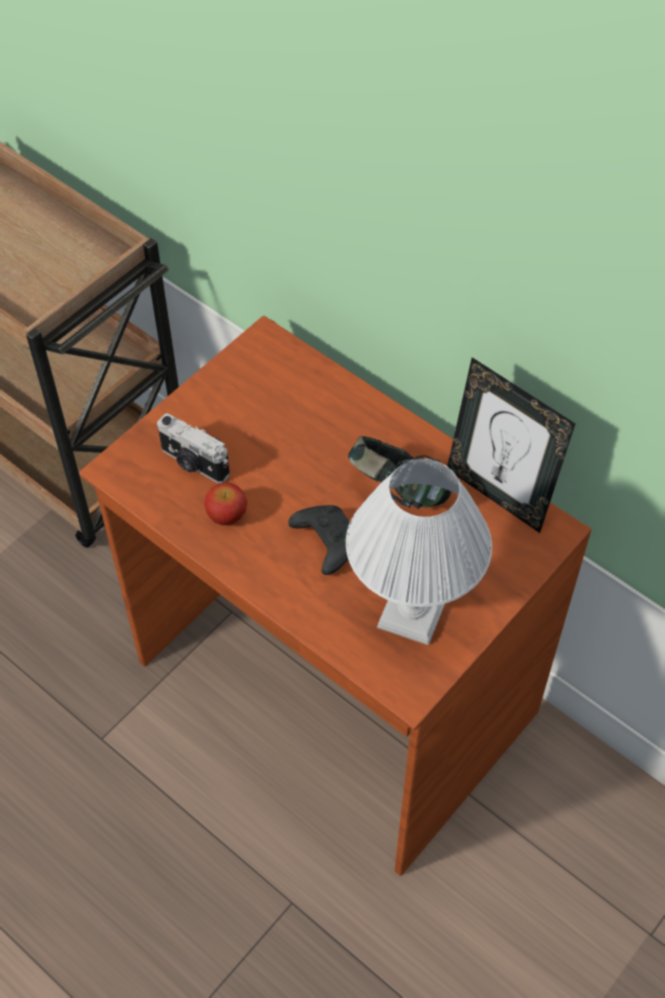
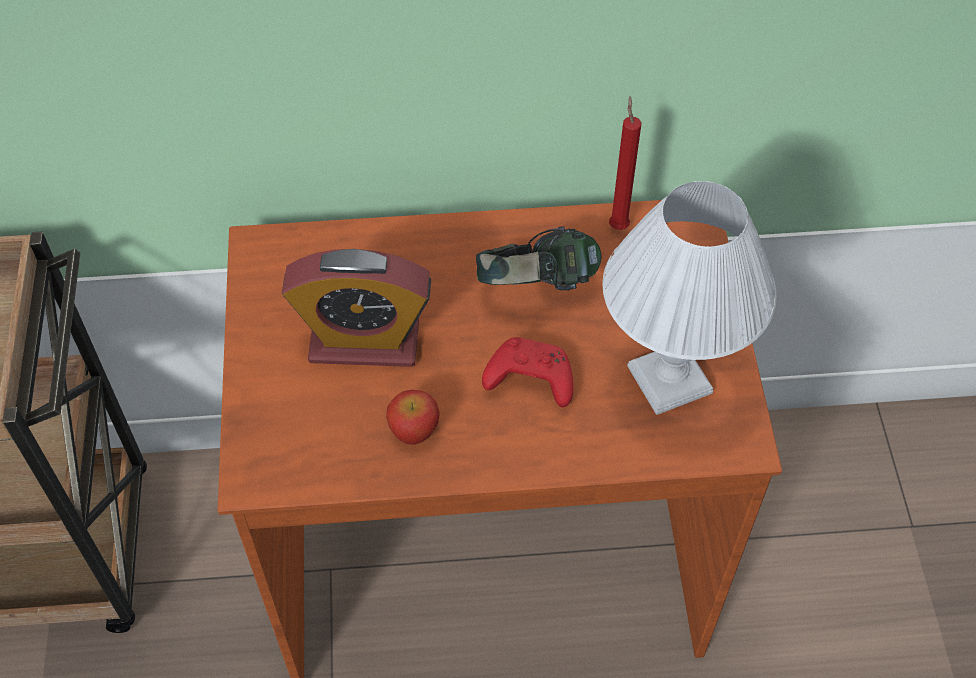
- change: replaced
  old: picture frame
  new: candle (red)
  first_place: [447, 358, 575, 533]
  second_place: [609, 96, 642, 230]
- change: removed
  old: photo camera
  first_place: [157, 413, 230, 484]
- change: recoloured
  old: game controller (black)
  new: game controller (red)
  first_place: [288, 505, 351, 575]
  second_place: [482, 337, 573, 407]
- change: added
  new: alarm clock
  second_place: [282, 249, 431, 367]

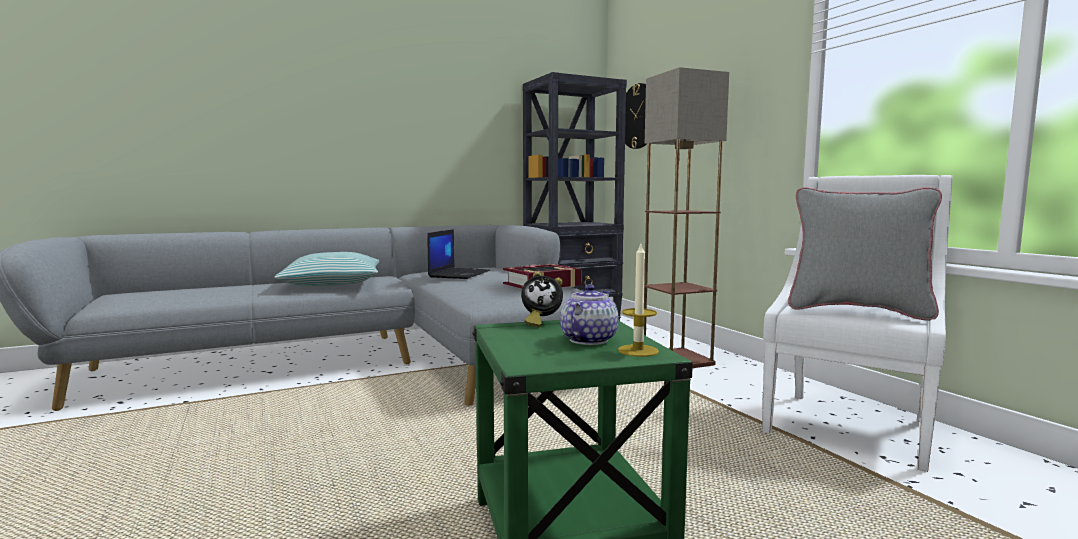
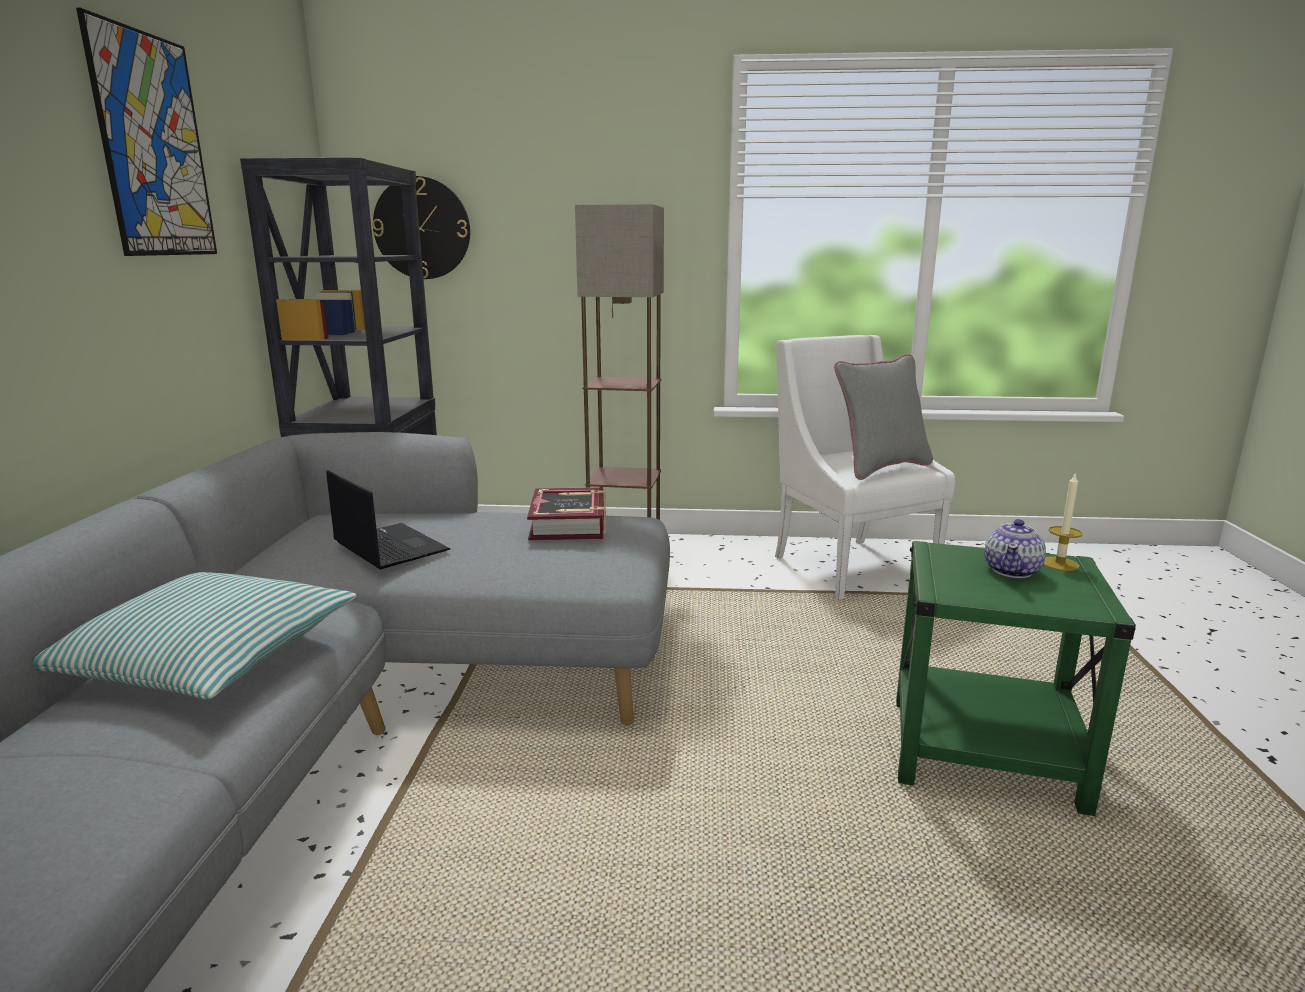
- change: removed
  old: alarm clock
  first_place: [521, 271, 563, 327]
- change: turned
  old: teapot
  first_place: [560, 284, 618, 345]
  second_place: [985, 519, 1046, 578]
  degrees: -120
- change: added
  new: picture
  second_place: [76, 8, 217, 256]

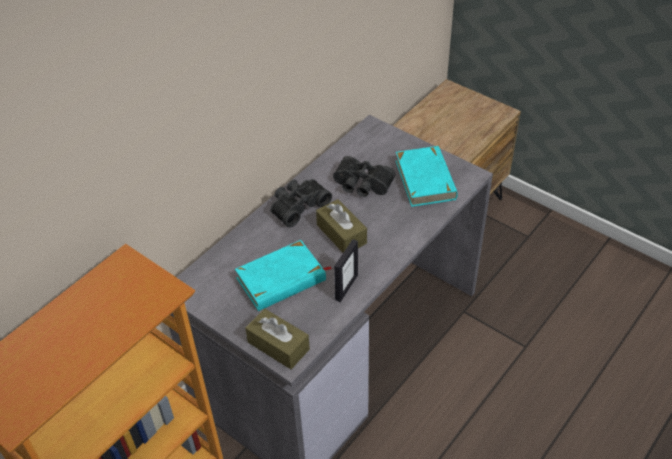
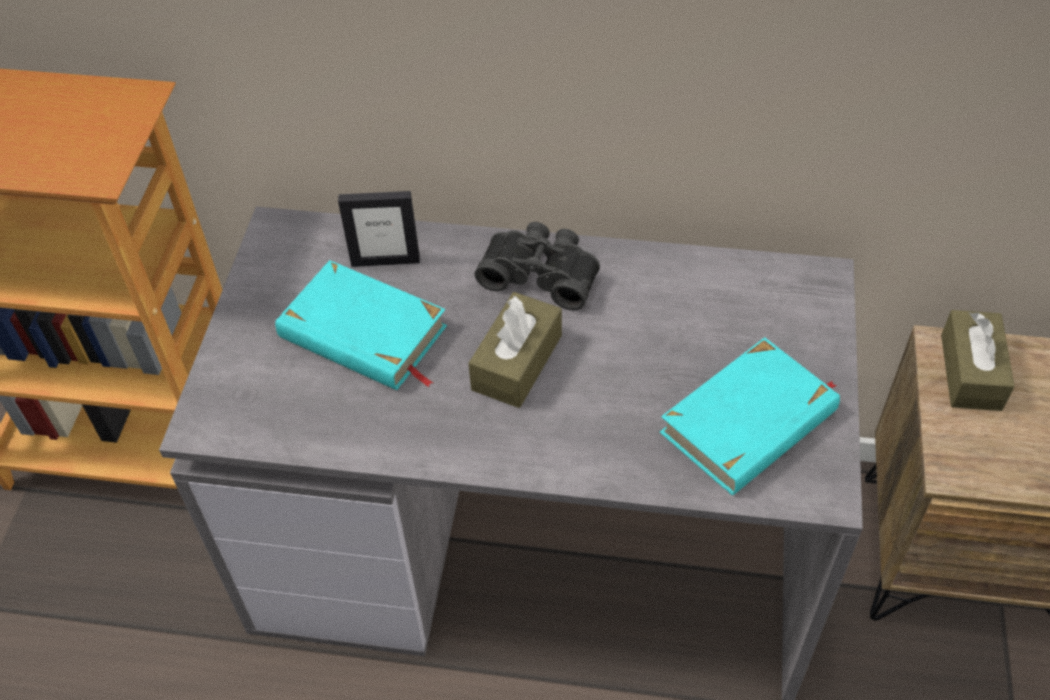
- change: removed
  old: binoculars (black)
  first_place: [333, 156, 396, 197]
- change: moved
  old: picture frame
  first_place: [334, 239, 358, 302]
  second_place: [338, 191, 420, 267]
- change: moved
  old: tissue box (brown)
  first_place: [245, 309, 310, 369]
  second_place: [941, 310, 1015, 411]

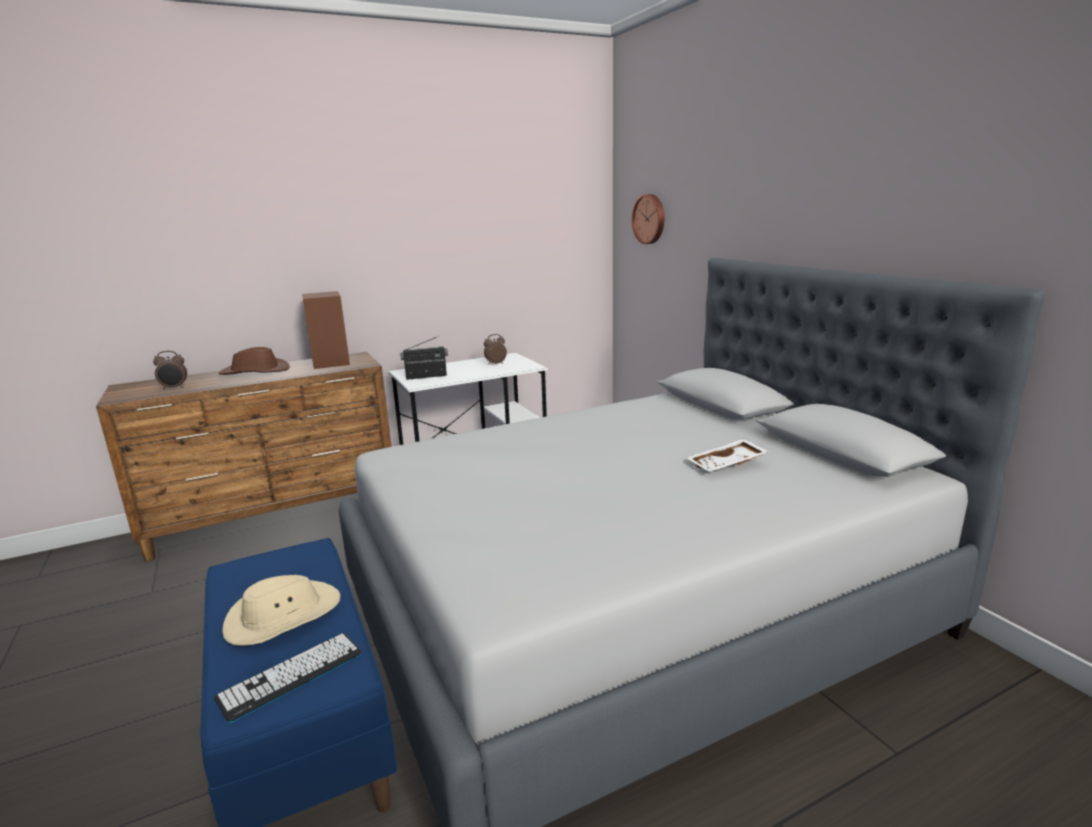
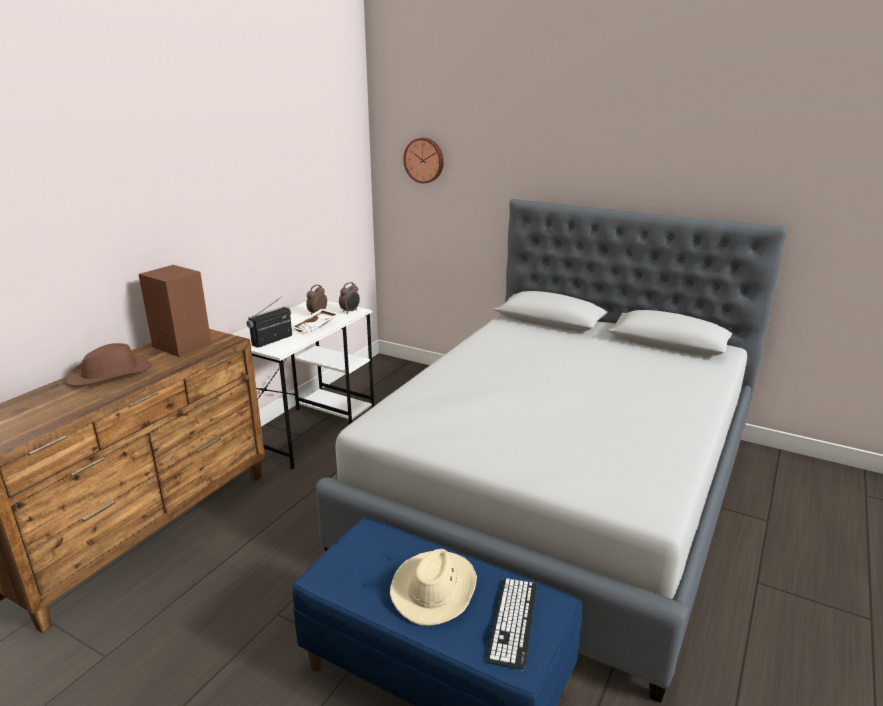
- change: moved
  old: alarm clock
  first_place: [153, 351, 187, 390]
  second_place: [339, 282, 360, 314]
- change: moved
  old: tray (white)
  first_place: [687, 439, 769, 472]
  second_place: [291, 309, 340, 332]

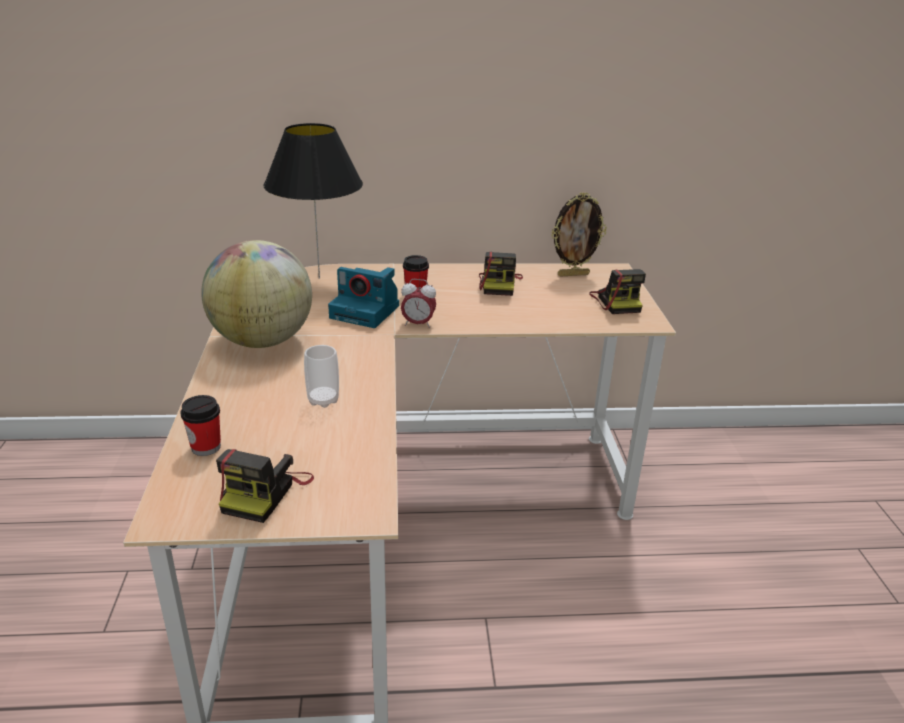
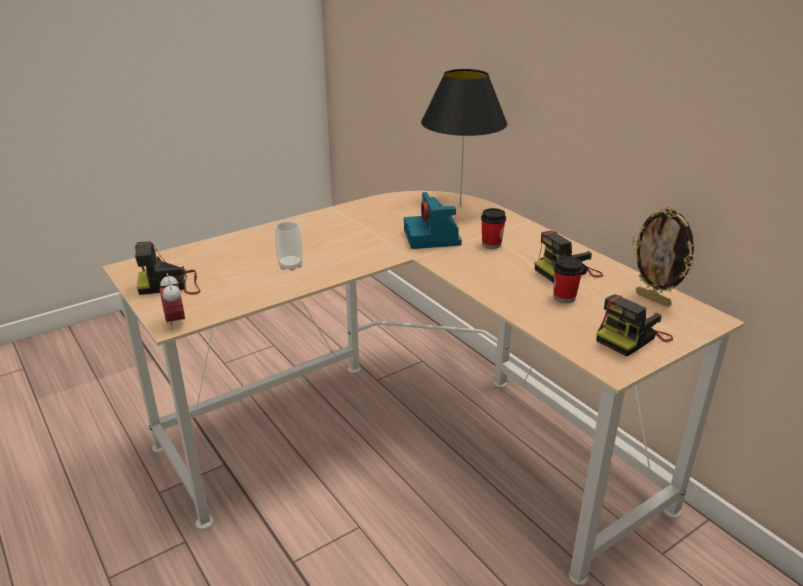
- change: removed
  old: globe
  first_place: [201, 240, 312, 348]
- change: moved
  old: alarm clock
  first_place: [401, 279, 436, 328]
  second_place: [160, 273, 185, 330]
- change: moved
  old: cup
  first_place: [180, 395, 221, 456]
  second_place: [553, 256, 583, 303]

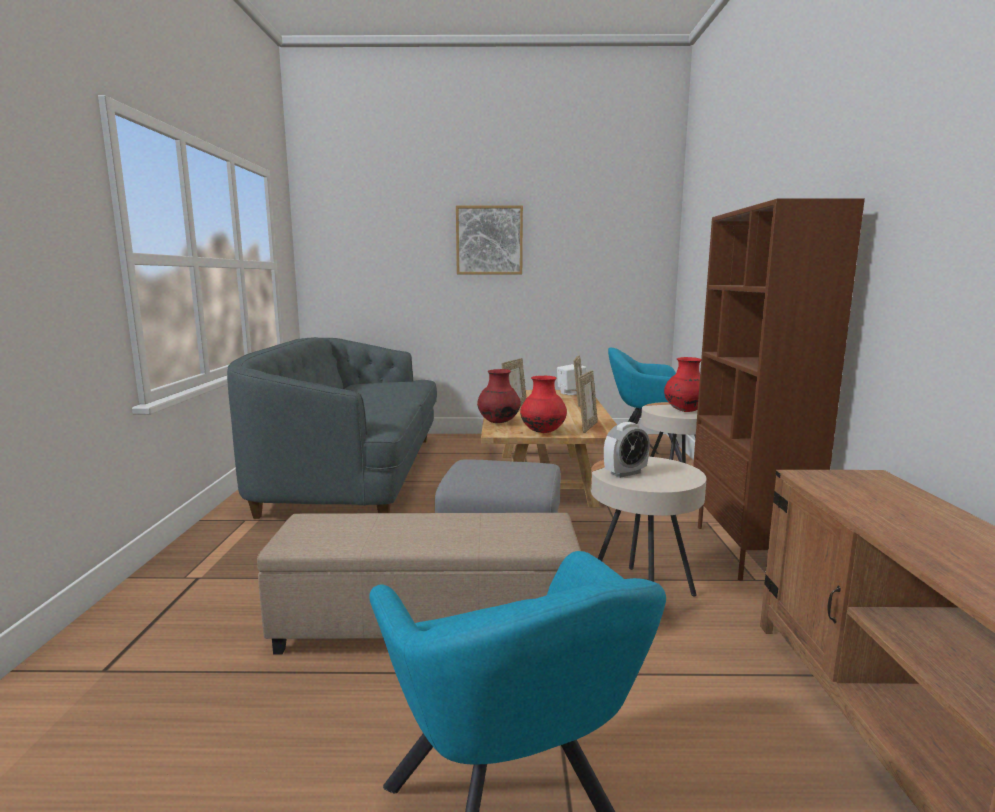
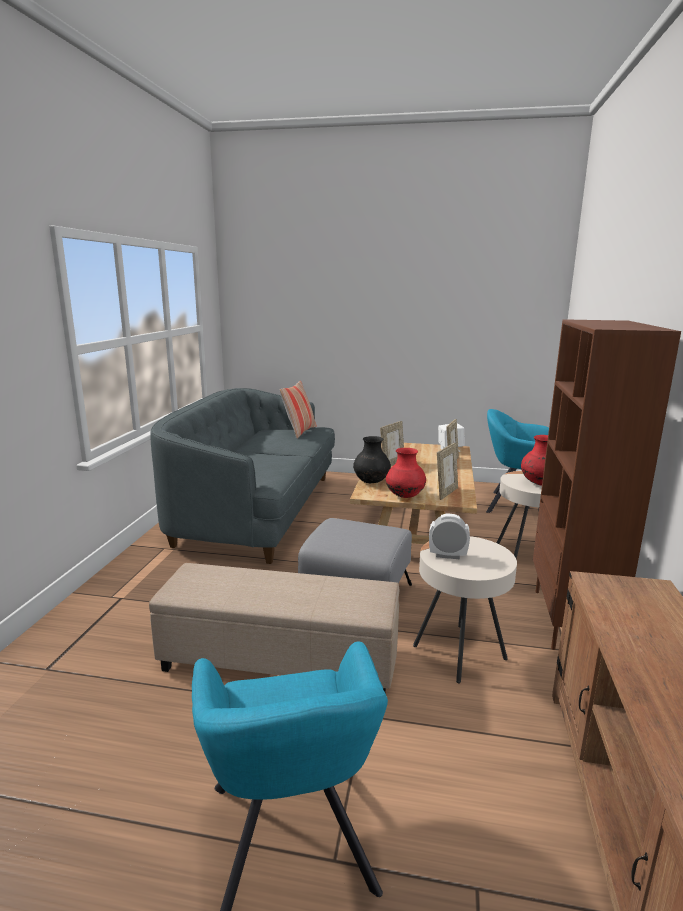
- change: removed
  old: picture
  first_place: [456, 205, 523, 274]
- change: recoloured
  old: vase (red)
  new: vase (black)
  first_place: [477, 369, 521, 423]
  second_place: [353, 436, 391, 483]
- change: turned
  old: alarm clock
  first_place: [604, 422, 650, 478]
  second_place: [429, 514, 470, 559]
  degrees: -150
- change: added
  new: pillow
  second_place: [280, 381, 317, 439]

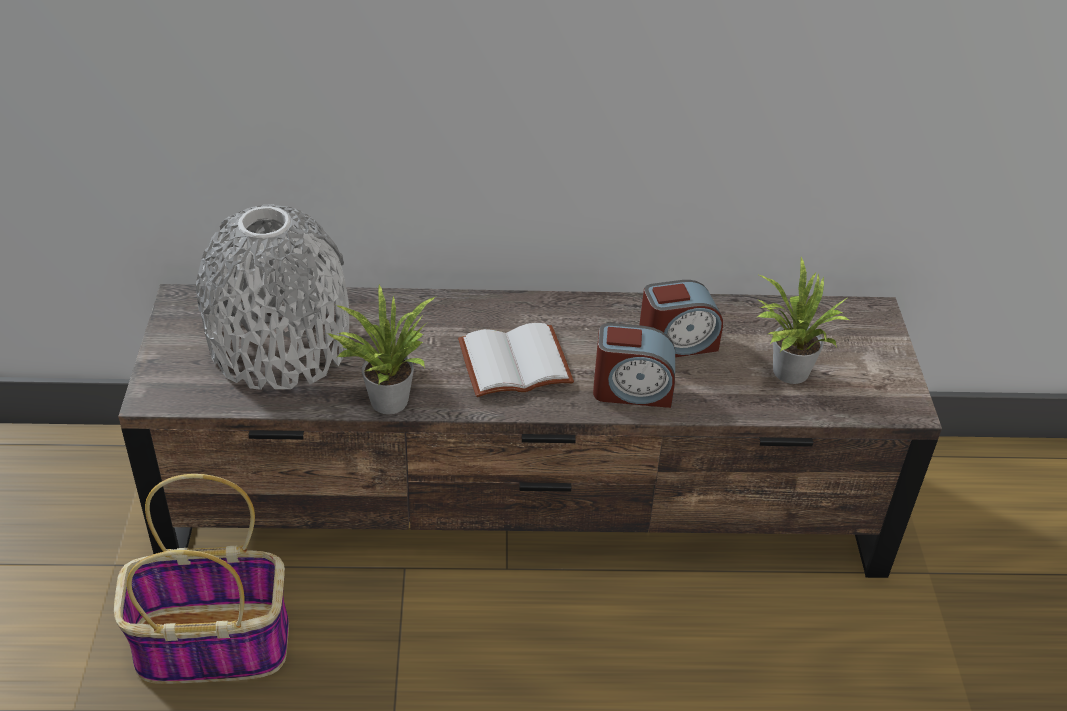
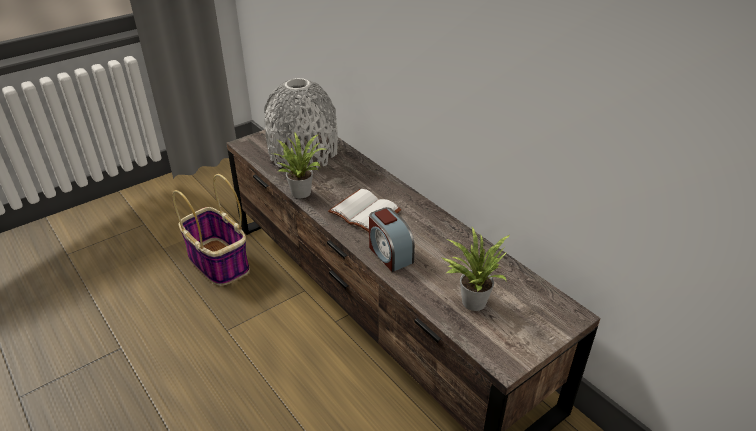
- change: removed
  old: alarm clock
  first_place: [639, 280, 723, 357]

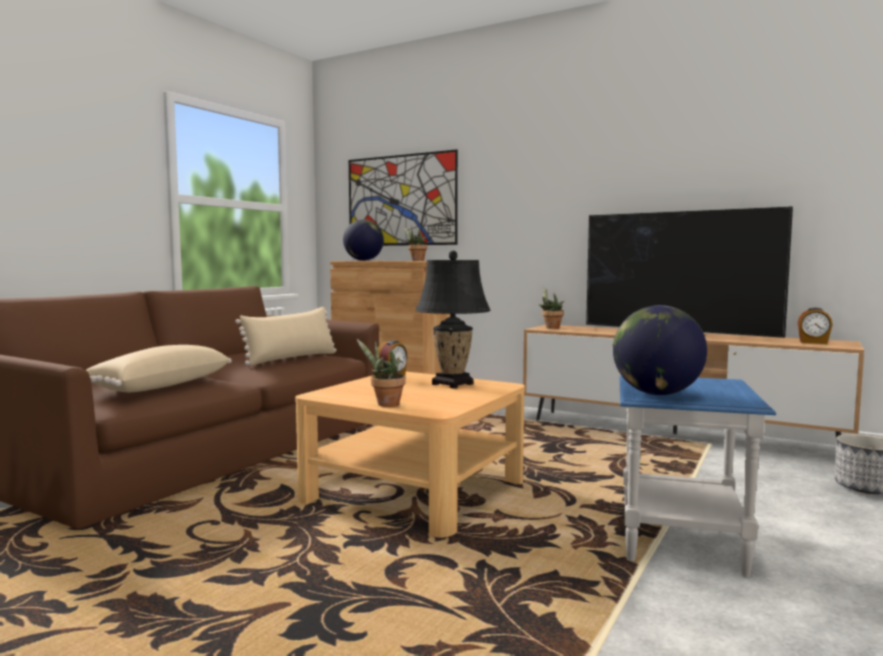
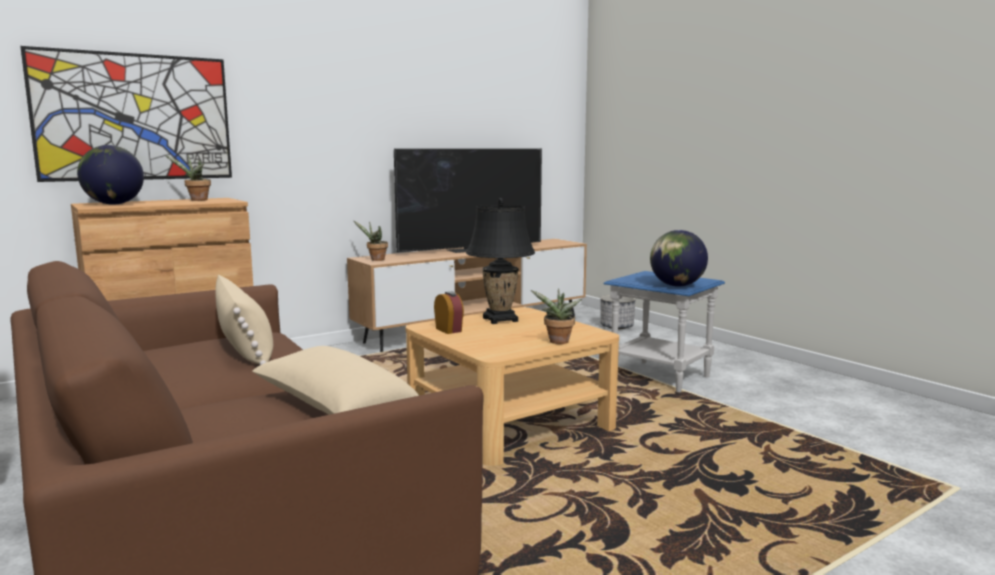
- change: removed
  old: alarm clock
  first_place: [797, 307, 833, 344]

